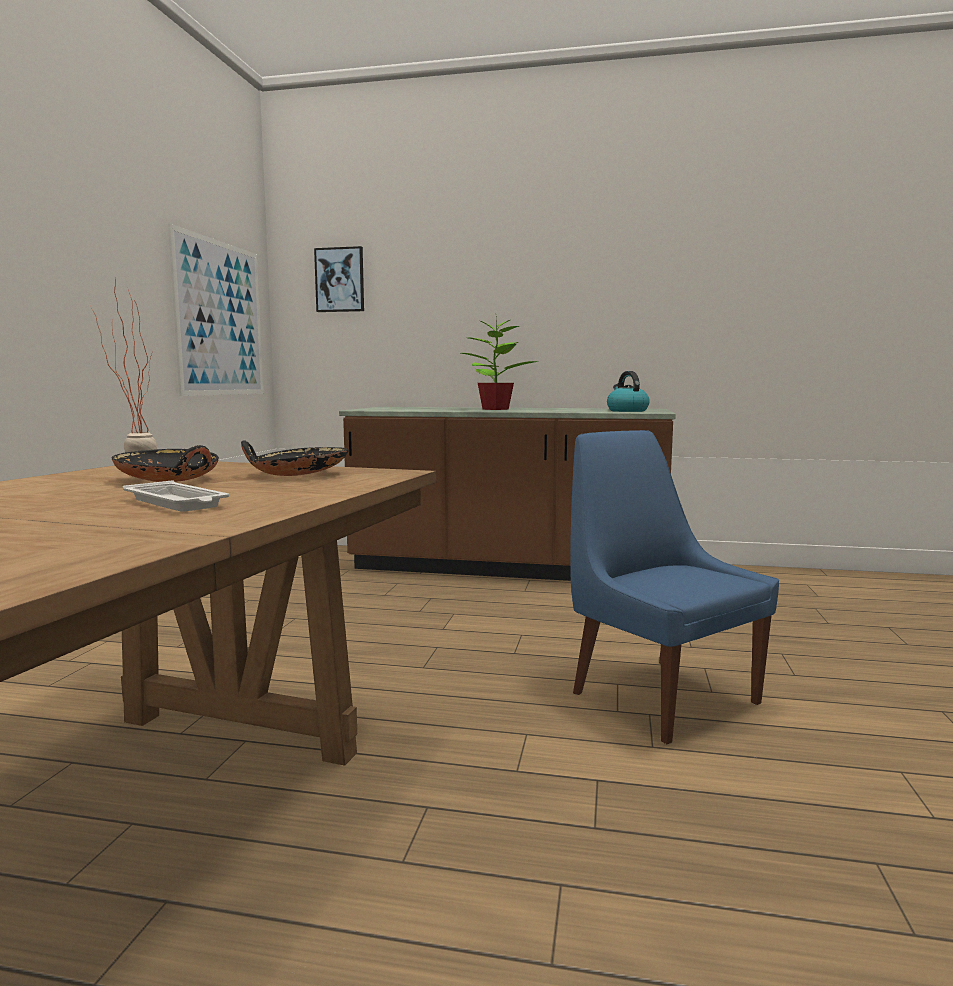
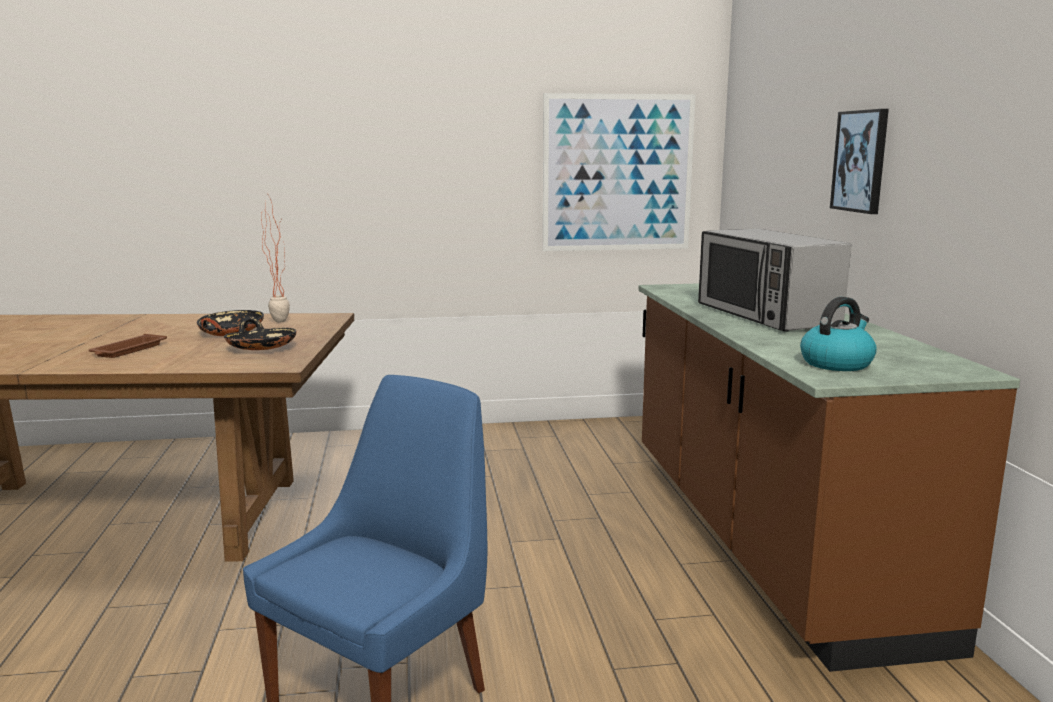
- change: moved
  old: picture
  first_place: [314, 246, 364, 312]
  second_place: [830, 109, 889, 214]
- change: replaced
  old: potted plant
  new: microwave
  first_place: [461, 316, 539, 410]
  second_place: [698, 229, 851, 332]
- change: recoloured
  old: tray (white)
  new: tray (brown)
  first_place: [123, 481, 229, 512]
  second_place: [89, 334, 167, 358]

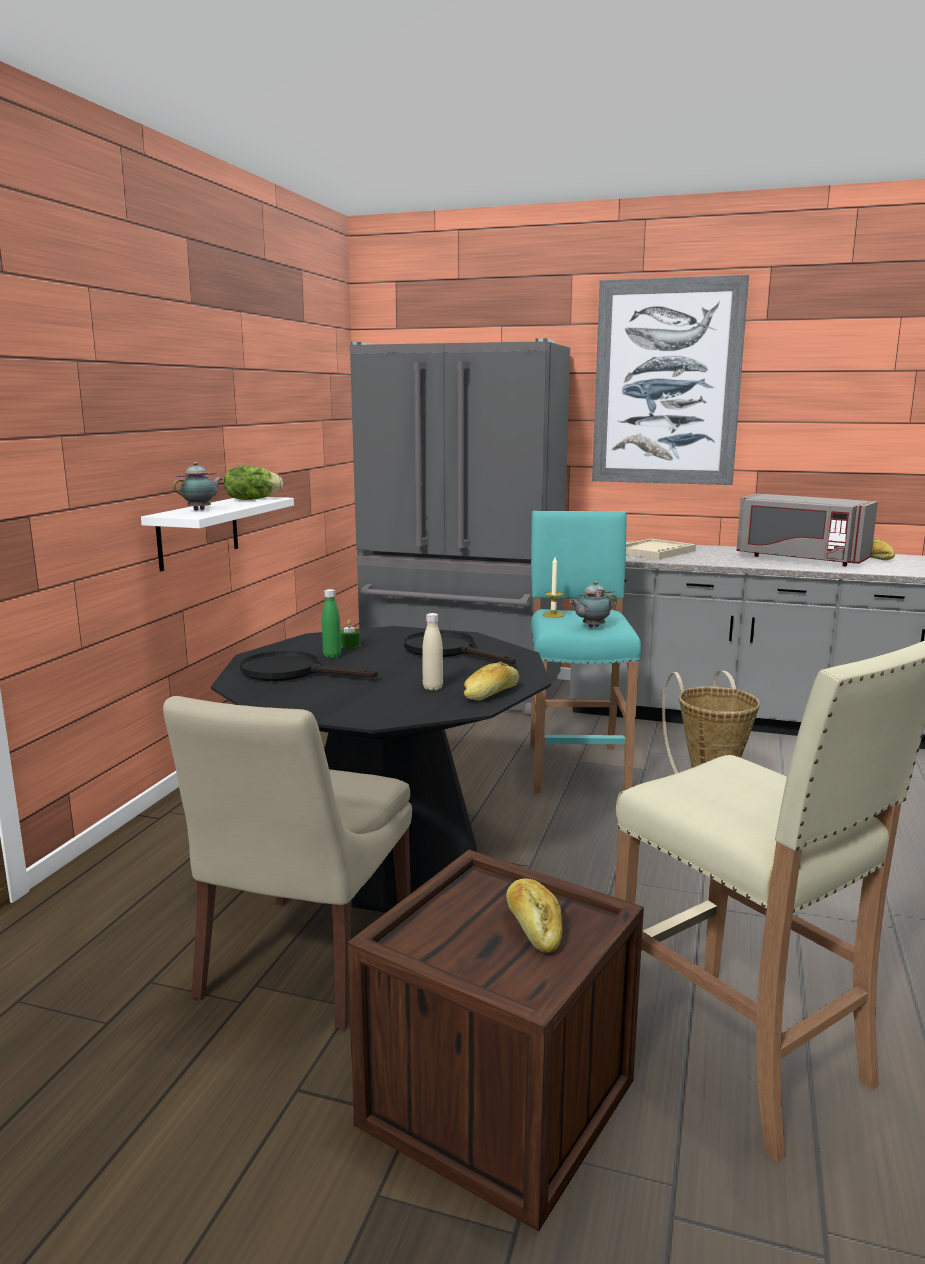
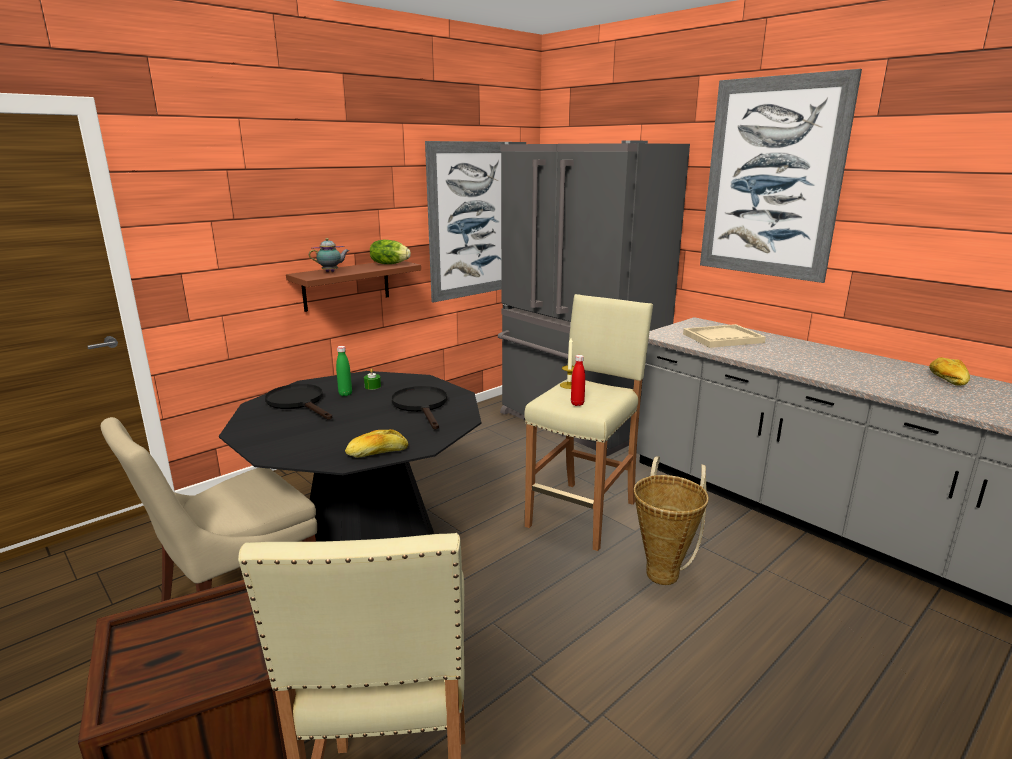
- change: removed
  old: microwave (grey)
  first_place: [736, 493, 878, 566]
- change: recoloured
  old: shelf (white)
  new: shelf (brown)
  first_place: [141, 497, 294, 571]
  second_place: [286, 261, 421, 312]
- change: recoloured
  old: stool (turquoise)
  new: stool (beige)
  first_place: [530, 511, 641, 793]
  second_place: [524, 294, 653, 551]
- change: replaced
  old: teapot
  new: bottle (red)
  first_place: [570, 581, 617, 628]
  second_place: [571, 355, 585, 406]
- change: removed
  old: bottle (beige)
  first_place: [422, 613, 443, 690]
- change: removed
  old: bread
  first_place: [506, 879, 562, 953]
- change: added
  new: picture
  second_place: [425, 141, 502, 302]

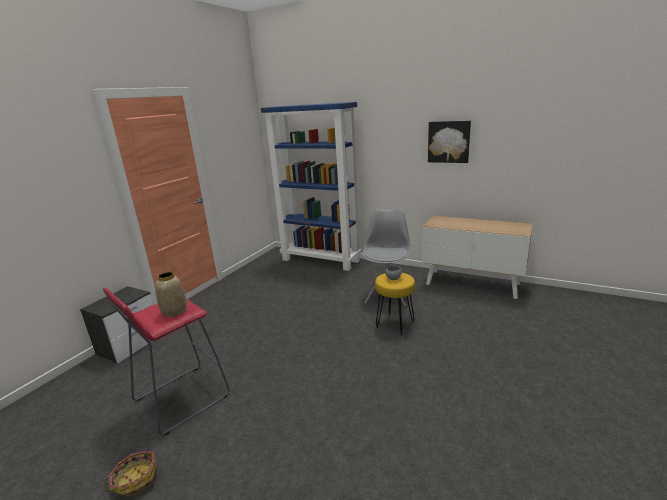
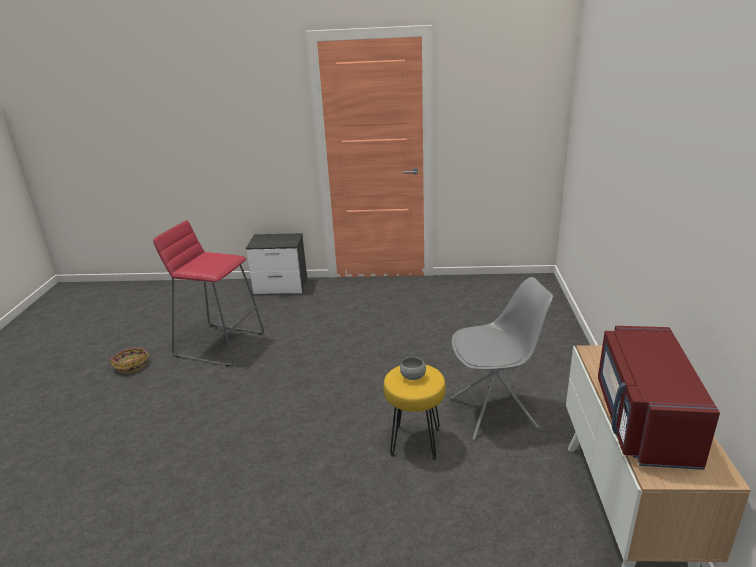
- change: removed
  old: bookcase (blue)
  first_place: [261, 102, 361, 271]
- change: removed
  old: picture
  first_place: [428, 121, 471, 163]
- change: removed
  old: vase
  first_place: [155, 272, 187, 317]
- change: added
  new: microwave (red)
  second_place: [598, 326, 720, 470]

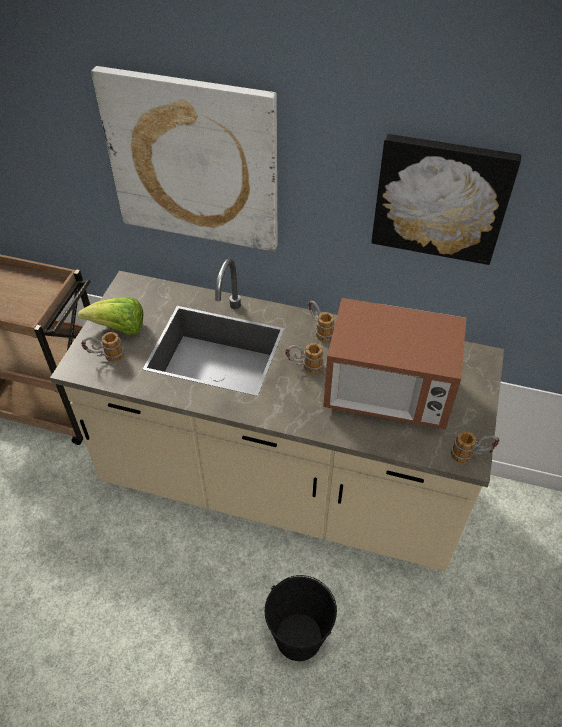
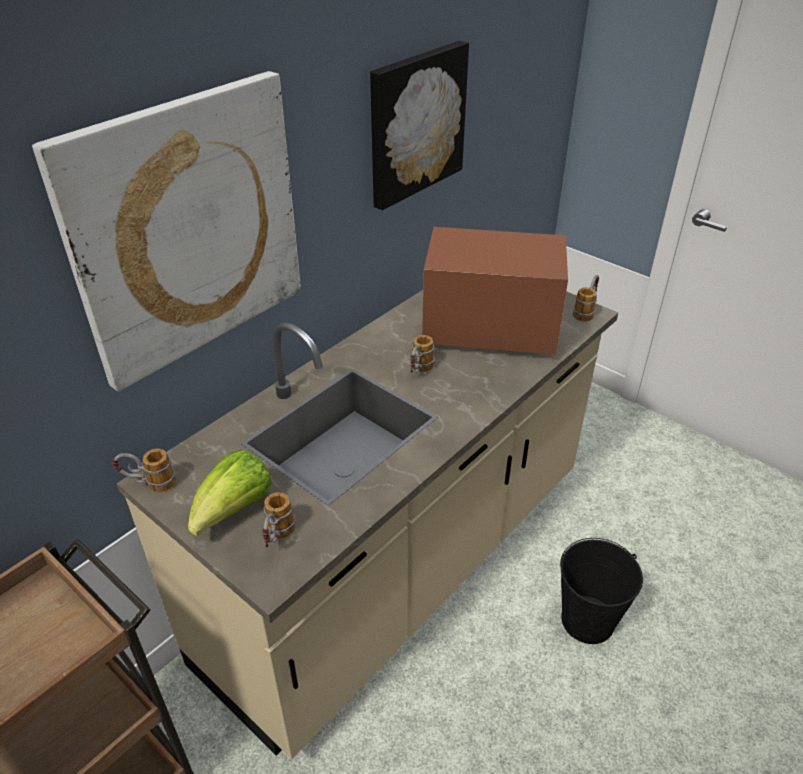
- change: turned
  old: microwave
  first_place: [323, 298, 466, 430]
  second_place: [422, 227, 568, 355]
  degrees: -120
- change: moved
  old: mug
  first_place: [308, 300, 335, 342]
  second_place: [112, 449, 176, 492]

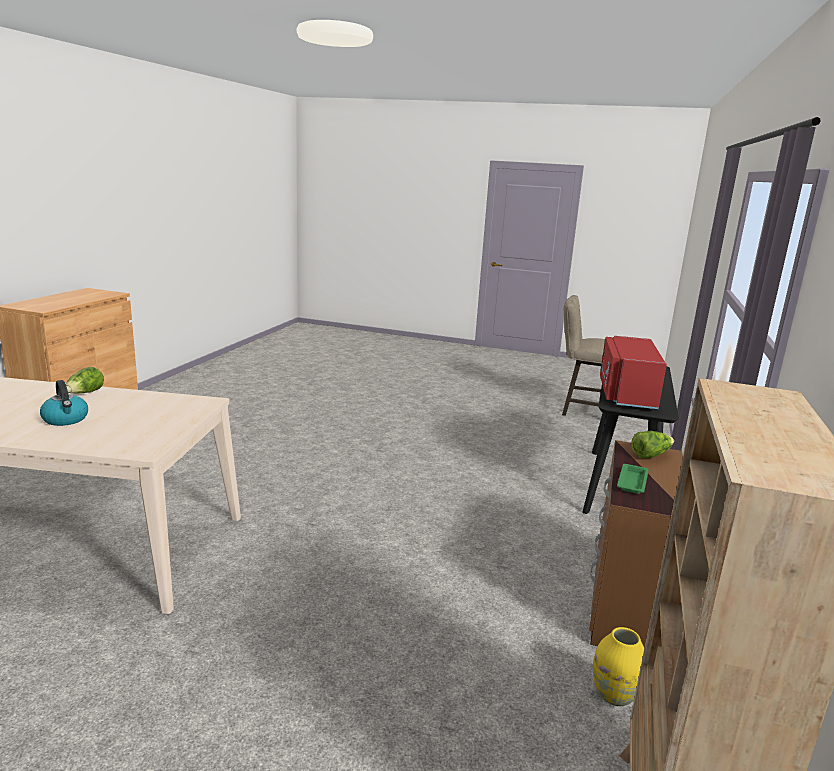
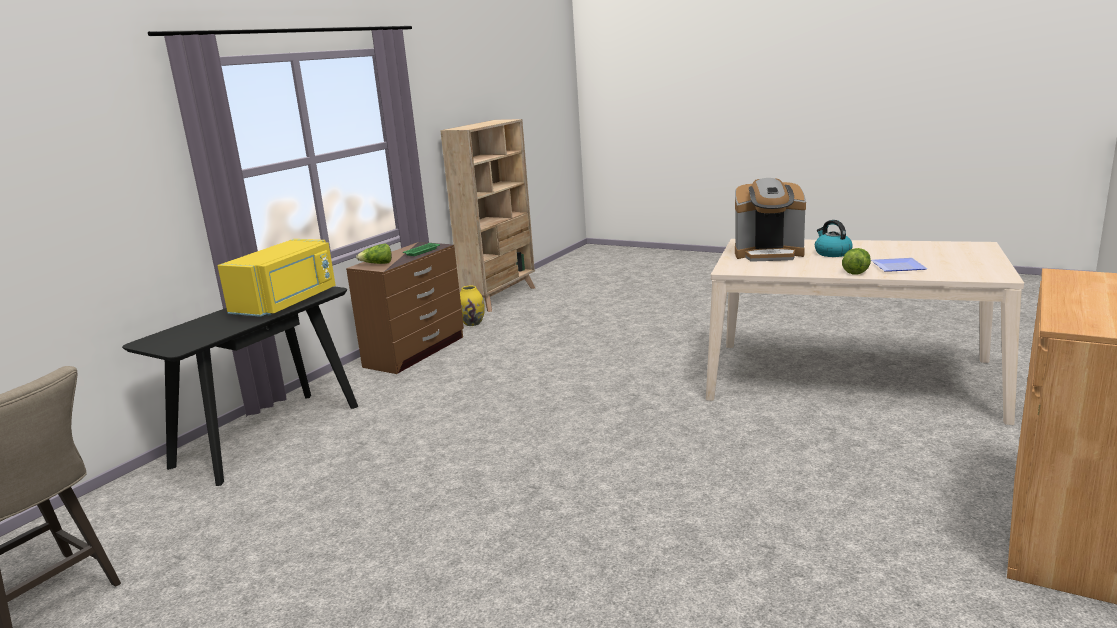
- change: recoloured
  old: microwave (red)
  new: microwave (yellow)
  first_place: [600, 336, 667, 409]
  second_place: [217, 239, 336, 317]
- change: added
  new: coffee machine
  second_place: [735, 178, 806, 262]
- change: added
  new: plate
  second_place: [871, 258, 928, 272]

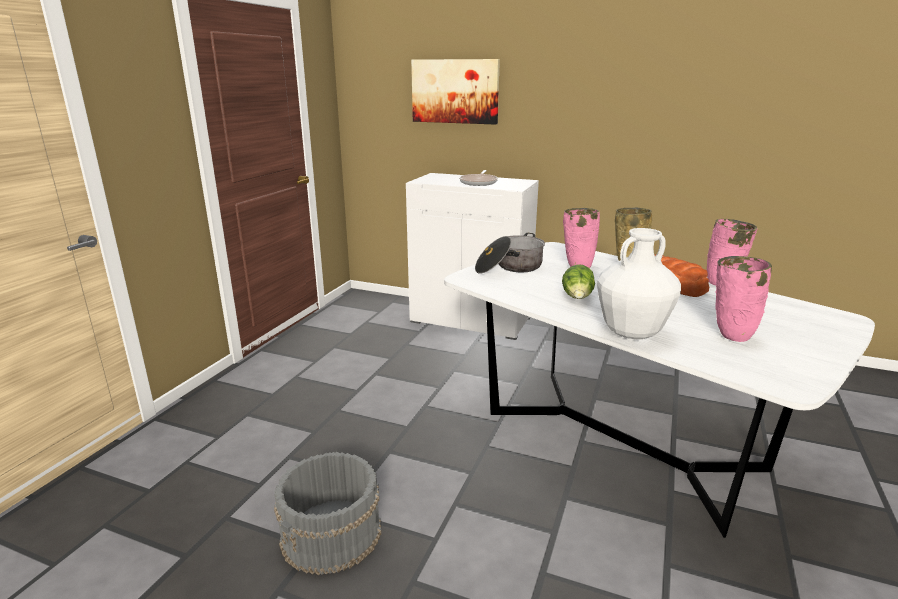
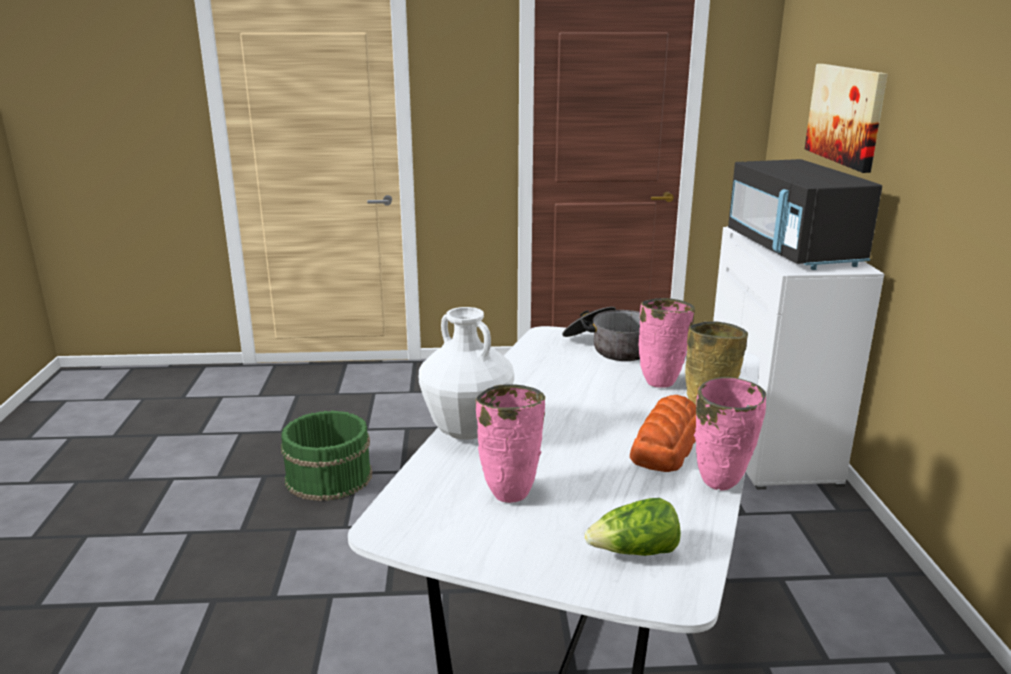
- change: replaced
  old: frying pan
  new: microwave (black)
  first_place: [459, 170, 498, 186]
  second_place: [728, 159, 882, 270]
- change: moved
  old: lettuce
  first_place: [562, 264, 595, 299]
  second_place: [585, 498, 681, 556]
- change: recoloured
  old: bucket (grey)
  new: bucket (green)
  first_place: [274, 452, 381, 575]
  second_place: [281, 411, 372, 501]

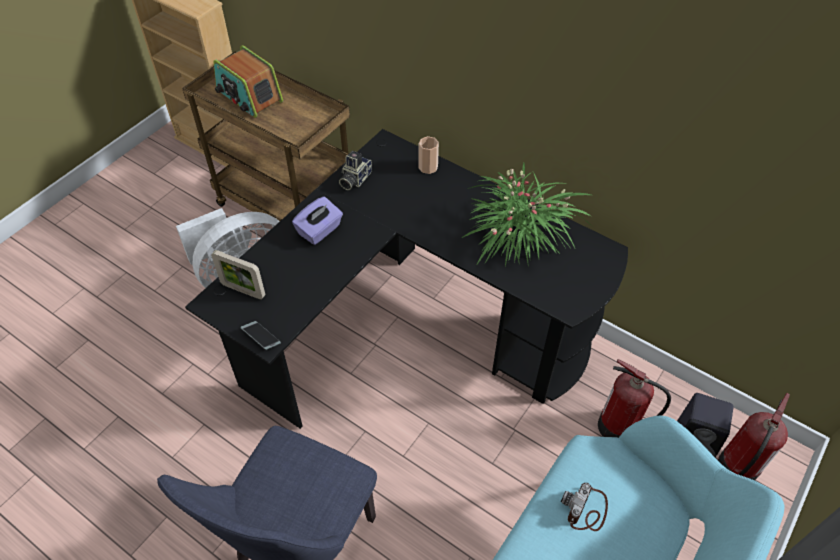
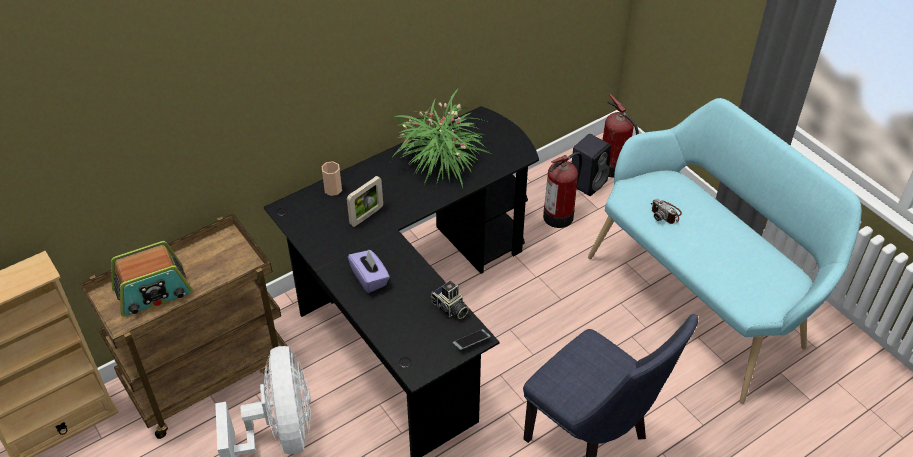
- change: moved
  old: photo camera
  first_place: [339, 151, 372, 190]
  second_place: [430, 281, 469, 319]
- change: moved
  old: picture frame
  first_place: [211, 250, 265, 300]
  second_place: [347, 176, 383, 227]

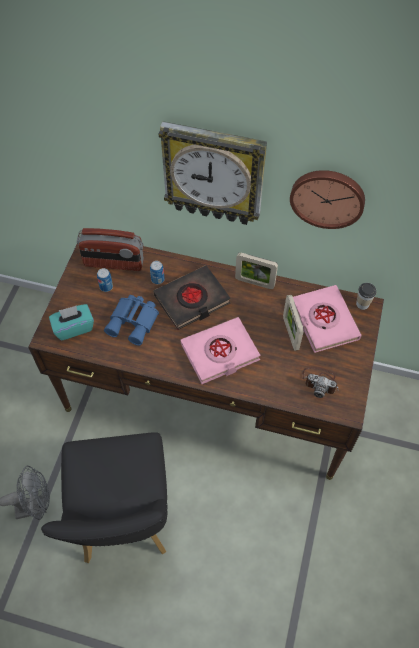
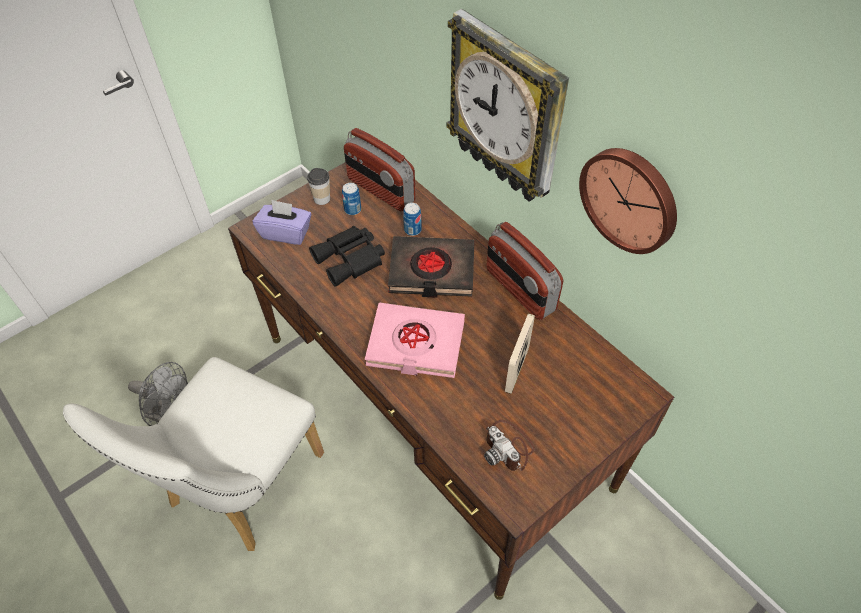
- change: replaced
  old: picture frame
  new: radio
  first_place: [235, 252, 278, 289]
  second_place: [486, 222, 563, 320]
- change: moved
  old: cup
  first_place: [356, 283, 376, 310]
  second_place: [307, 168, 330, 205]
- change: removed
  old: book (pink)
  first_place: [293, 285, 362, 353]
- change: recoloured
  old: binoculars (blue)
  new: binoculars (black)
  first_place: [104, 295, 159, 346]
  second_place: [309, 226, 385, 287]
- change: recoloured
  old: tissue box (turquoise)
  new: tissue box (purple)
  first_place: [49, 304, 94, 340]
  second_place: [253, 199, 312, 245]
- change: recoloured
  old: chair (black)
  new: chair (white)
  first_place: [41, 432, 168, 563]
  second_place: [63, 357, 324, 551]

